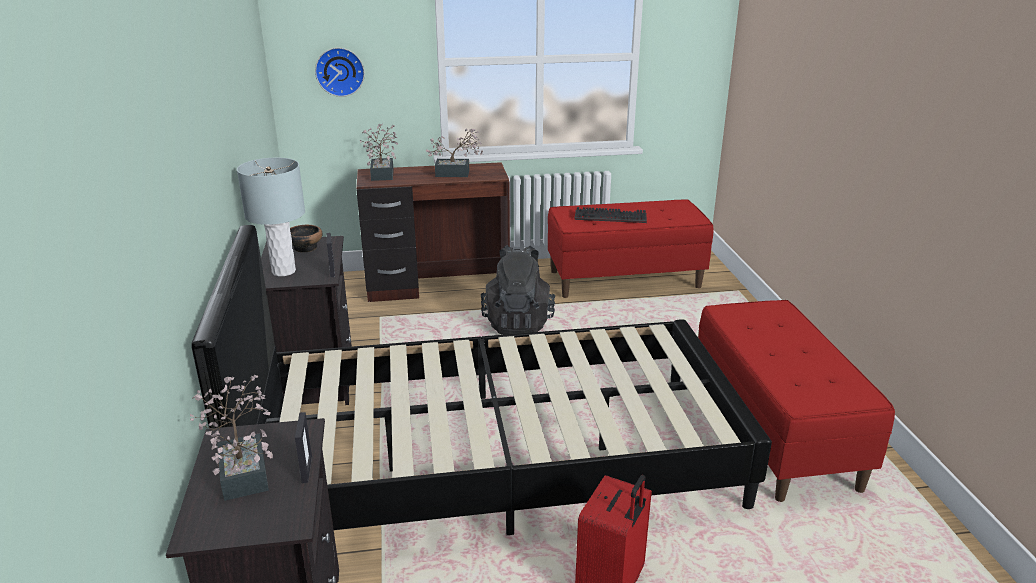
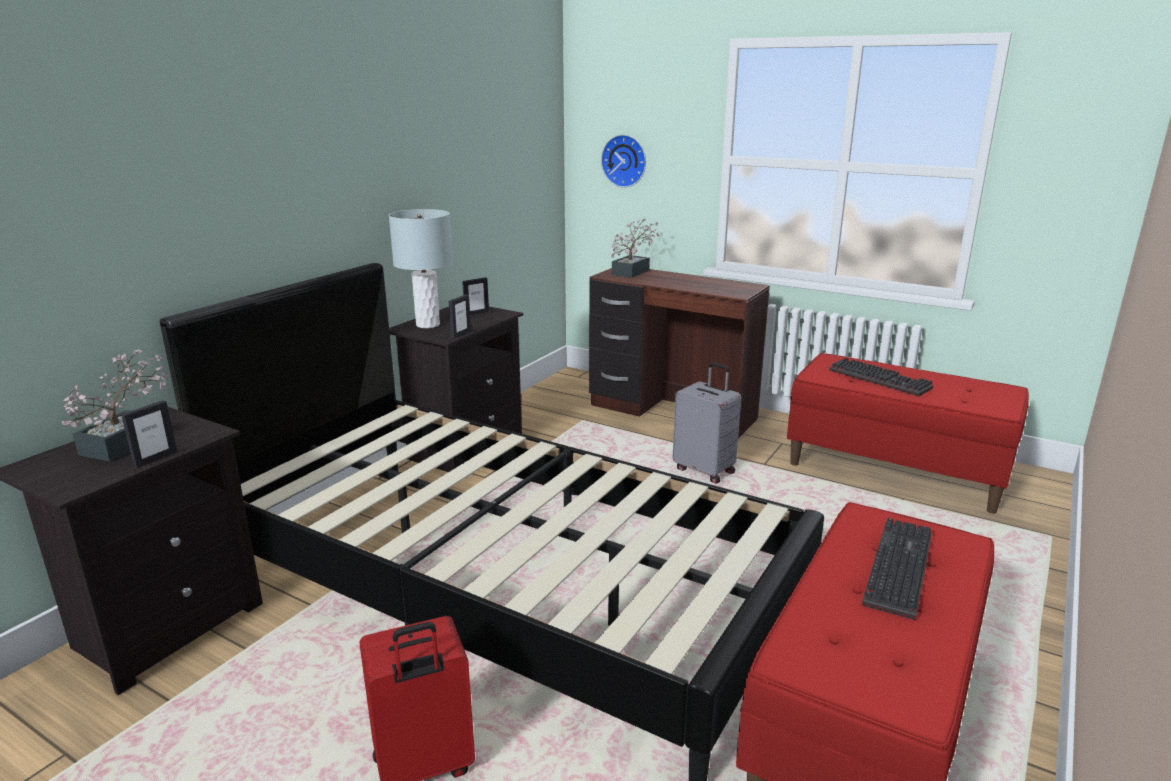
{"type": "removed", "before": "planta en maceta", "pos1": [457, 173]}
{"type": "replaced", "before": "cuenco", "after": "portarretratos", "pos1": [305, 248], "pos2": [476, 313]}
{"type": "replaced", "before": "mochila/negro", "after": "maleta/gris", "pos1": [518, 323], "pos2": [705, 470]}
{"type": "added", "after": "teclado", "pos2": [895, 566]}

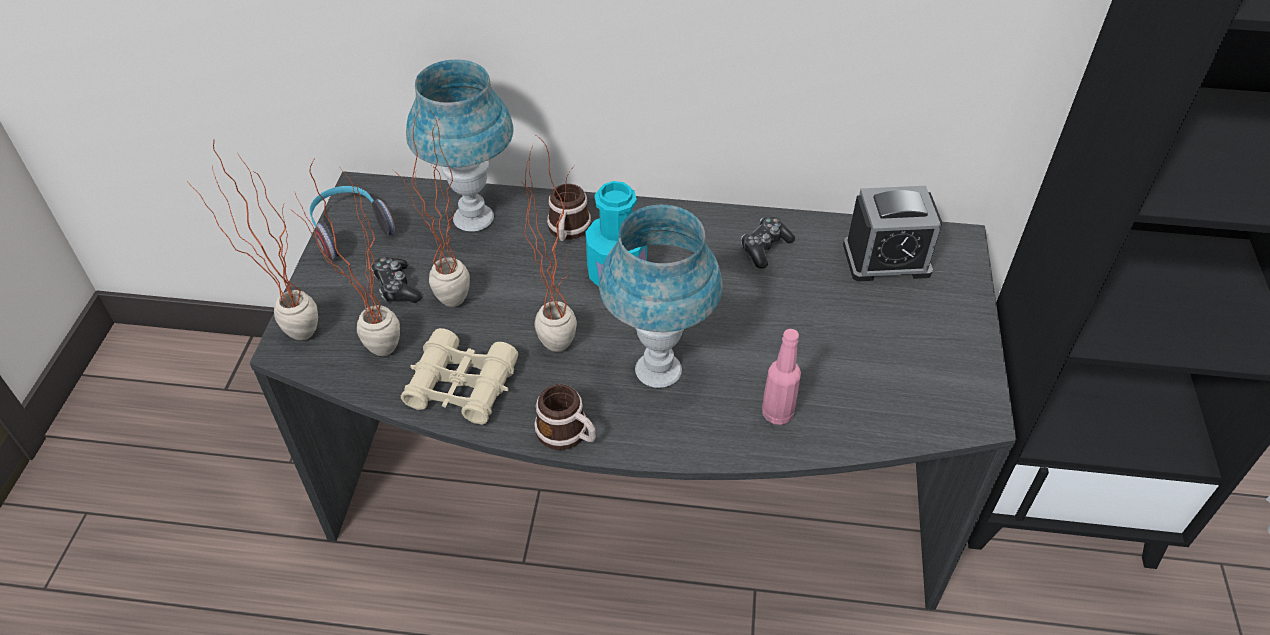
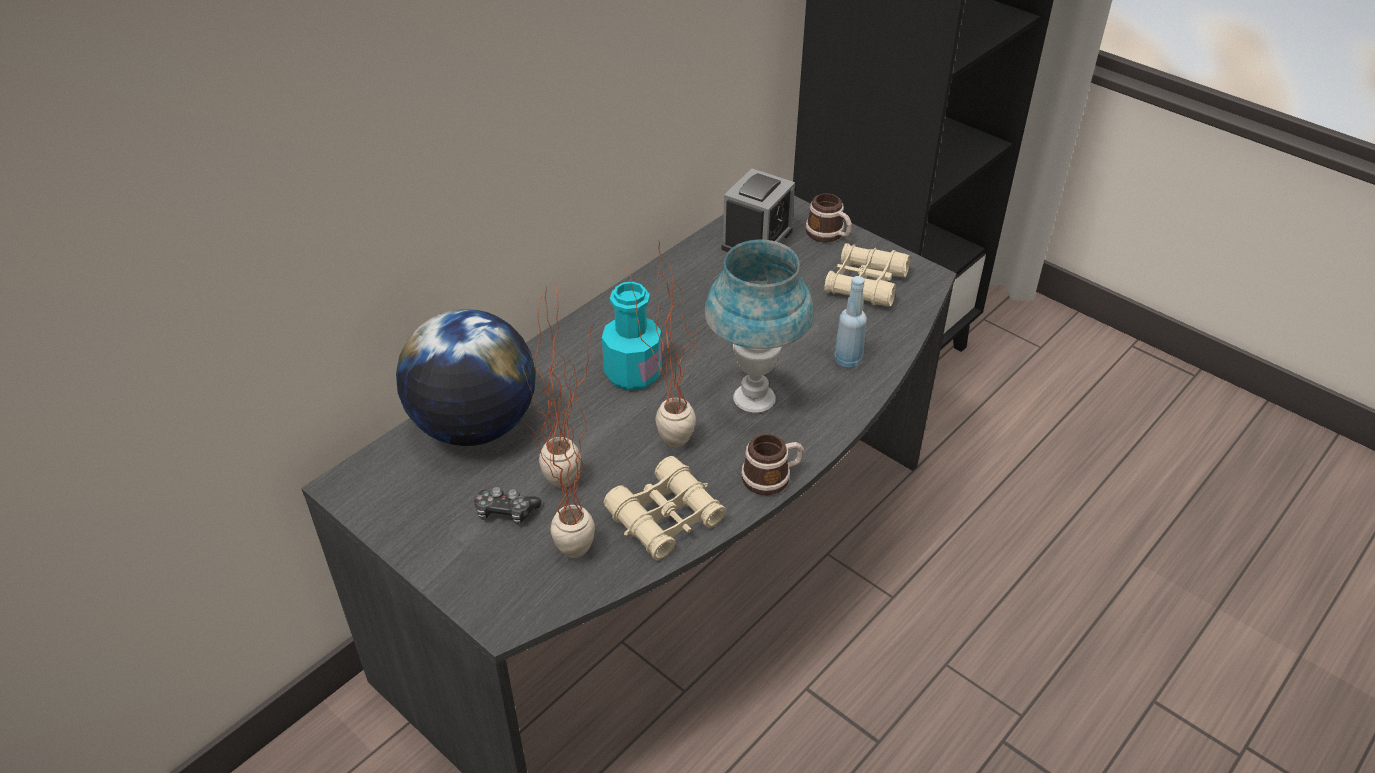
{"type": "replaced", "before": "lámpara de mesa/azul", "after": "globo terráqueo", "pos1": [474, 218], "pos2": [474, 426]}
{"type": "removed", "before": "planta en maceta", "pos1": [290, 334]}
{"type": "moved", "before": "taza grande", "pos1": [568, 231], "pos2": [829, 235]}
{"type": "removed", "before": "auriculares", "pos1": [350, 229]}
{"type": "removed", "before": "mando de consola", "pos1": [765, 247]}
{"type": "recoloured", "before": "botella/rosa", "after": "botella/azul", "pos1": [777, 414], "pos2": [847, 361]}
{"type": "added", "after": "prismáticos/beis", "pos2": [865, 284]}

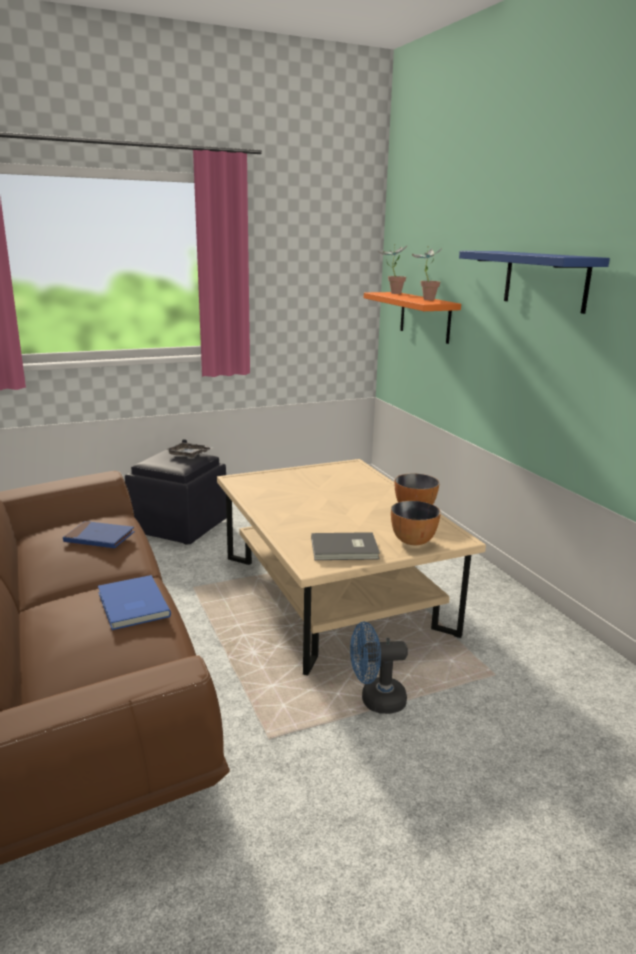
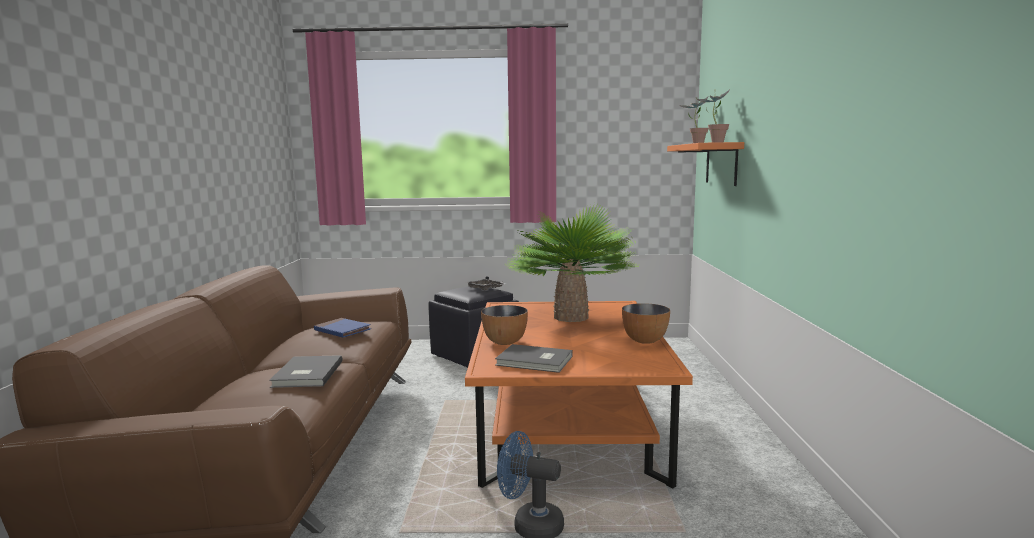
{"type": "removed", "before": "estante/azul", "pos1": [545, 280]}
{"type": "recoloured", "before": "mesa de centro/beis", "after": "mesa de centro/naranja", "pos1": [333, 593], "pos2": [567, 425]}
{"type": "moved", "before": "cuenco", "pos1": [413, 541], "pos2": [505, 342]}
{"type": "recoloured", "before": "libro/azul", "after": "libro/gris", "pos1": [131, 605], "pos2": [305, 374]}
{"type": "added", "after": "planta en maceta", "pos2": [570, 317]}

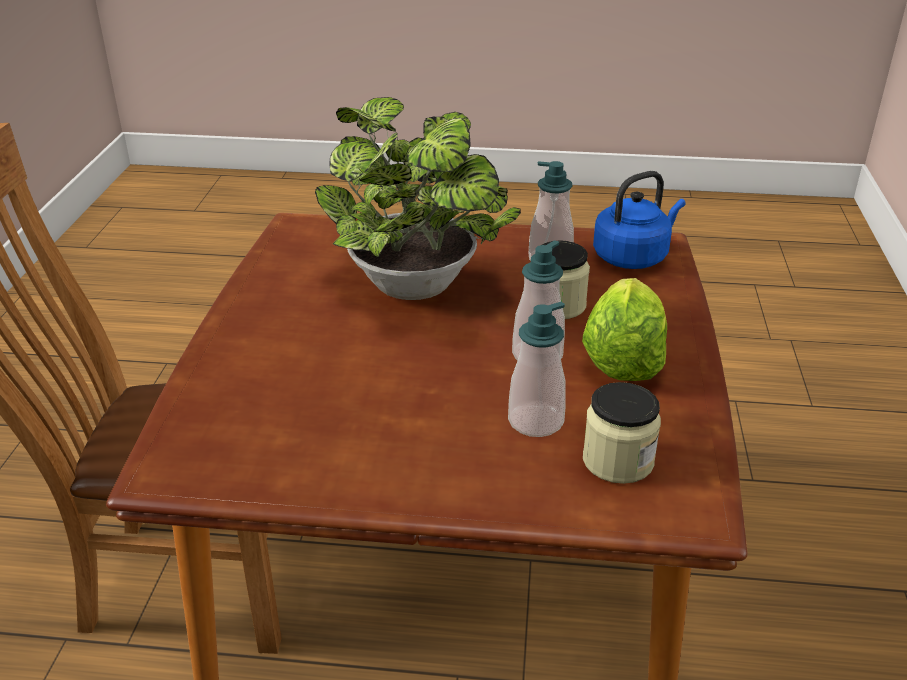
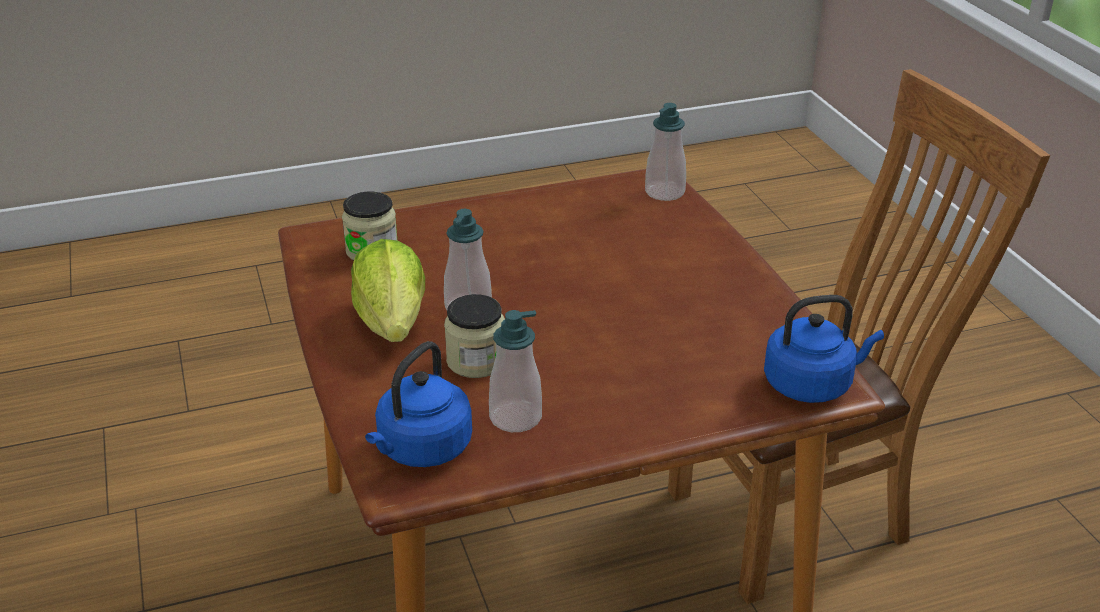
{"type": "removed", "before": "planta en maceta", "pos1": [418, 289]}
{"type": "moved", "before": "dispensador de jabón", "pos1": [535, 421], "pos2": [664, 192]}
{"type": "added", "after": "hervidor/azul", "pos2": [812, 384]}

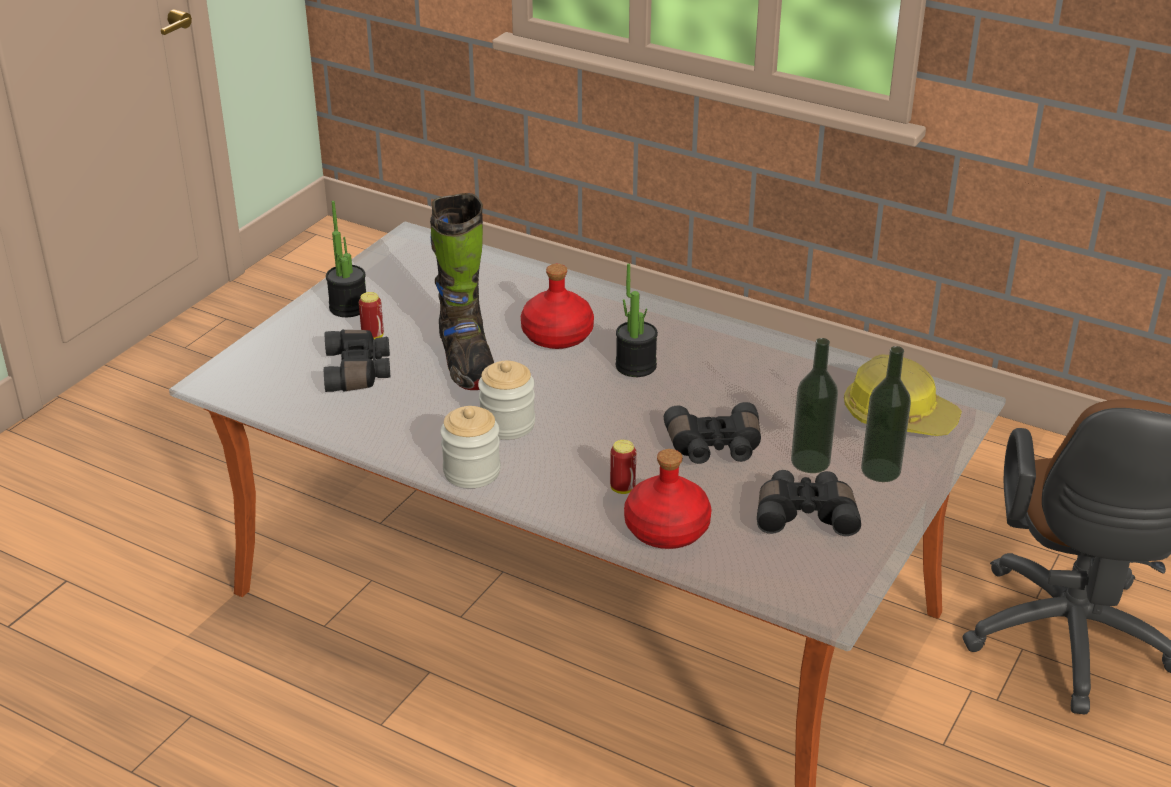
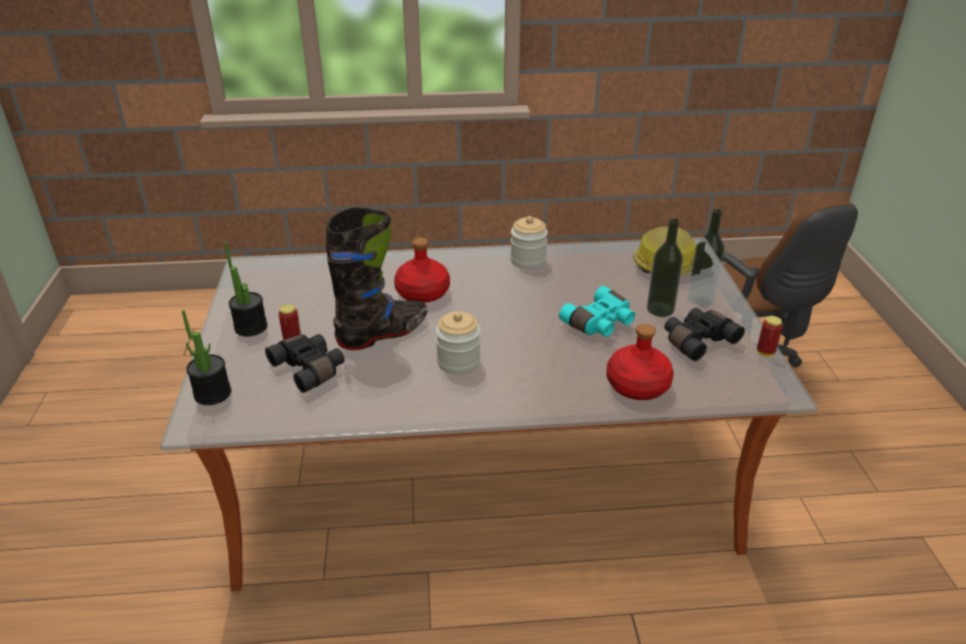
{"type": "turned", "before": "bota/negro", "pos1": [466, 364], "pos2": [383, 333], "turn": -75}
{"type": "moved", "before": "planta en maceta", "pos1": [636, 366], "pos2": [212, 394]}
{"type": "recoloured", "before": "prismáticos/negro", "after": "prismáticos/turquesa", "pos1": [714, 448], "pos2": [600, 323]}
{"type": "moved", "before": "tarro", "pos1": [472, 472], "pos2": [528, 260]}
{"type": "moved", "before": "lata", "pos1": [622, 488], "pos2": [765, 352]}

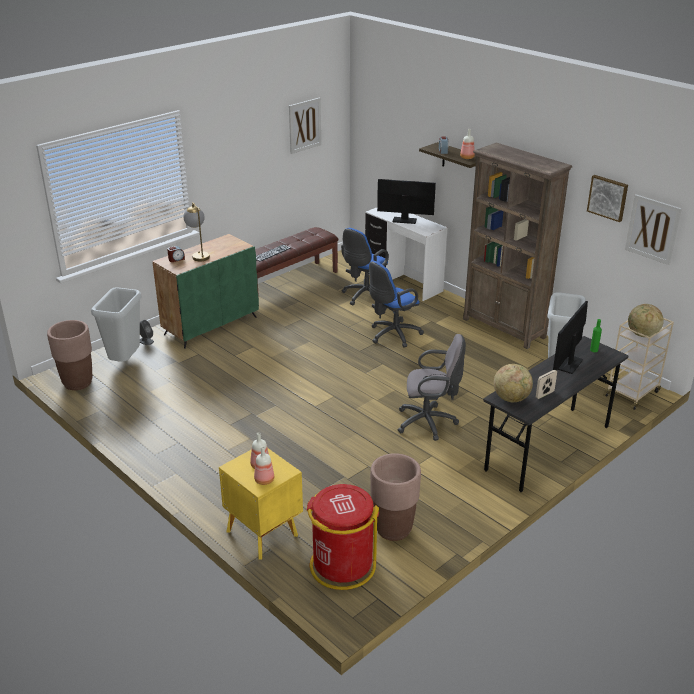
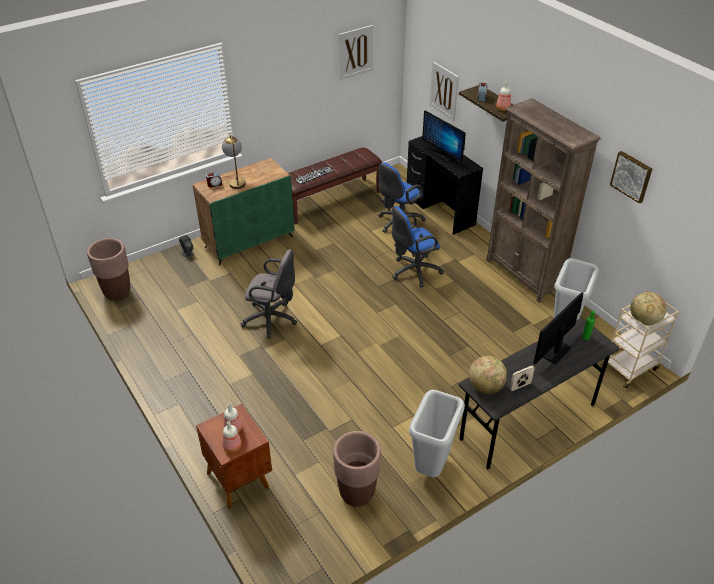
{"type": "turned", "before": "monitor", "pos1": [404, 220], "pos2": [443, 155], "turn": -150}
{"type": "moved", "before": "cuadro", "pos1": [652, 229], "pos2": [444, 91]}
{"type": "recoloured", "before": "escritorio/blanco", "after": "escritorio/negro", "pos1": [403, 282], "pos2": [439, 211]}
{"type": "moved", "before": "papelera/gris", "pos1": [125, 361], "pos2": [431, 466]}
{"type": "moved", "before": "silla de oficina/gris", "pos1": [429, 422], "pos2": [272, 320]}
{"type": "recoloured", "before": "mesita de noche/amarillo", "after": "mesita de noche/marrón", "pos1": [262, 532], "pos2": [238, 479]}
{"type": "removed", "before": "papelera/rojo", "pos1": [342, 566]}

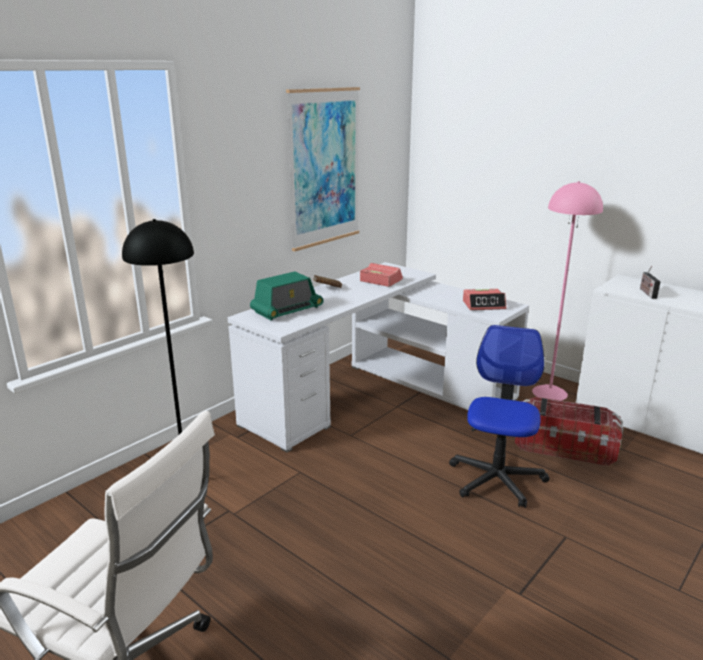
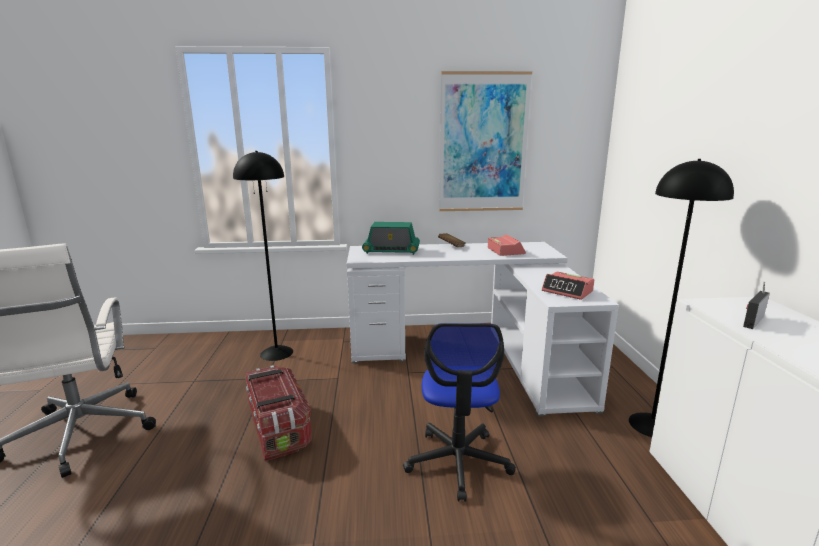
{"type": "recoloured", "before": "lámpara de pie/rosa", "after": "lámpara de pie/negro", "pos1": [550, 393], "pos2": [652, 425]}
{"type": "turned", "before": "silla de oficina", "pos1": [496, 479], "pos2": [458, 462], "turn": 120}
{"type": "moved", "before": "caja de almacenaje", "pos1": [564, 447], "pos2": [278, 427]}

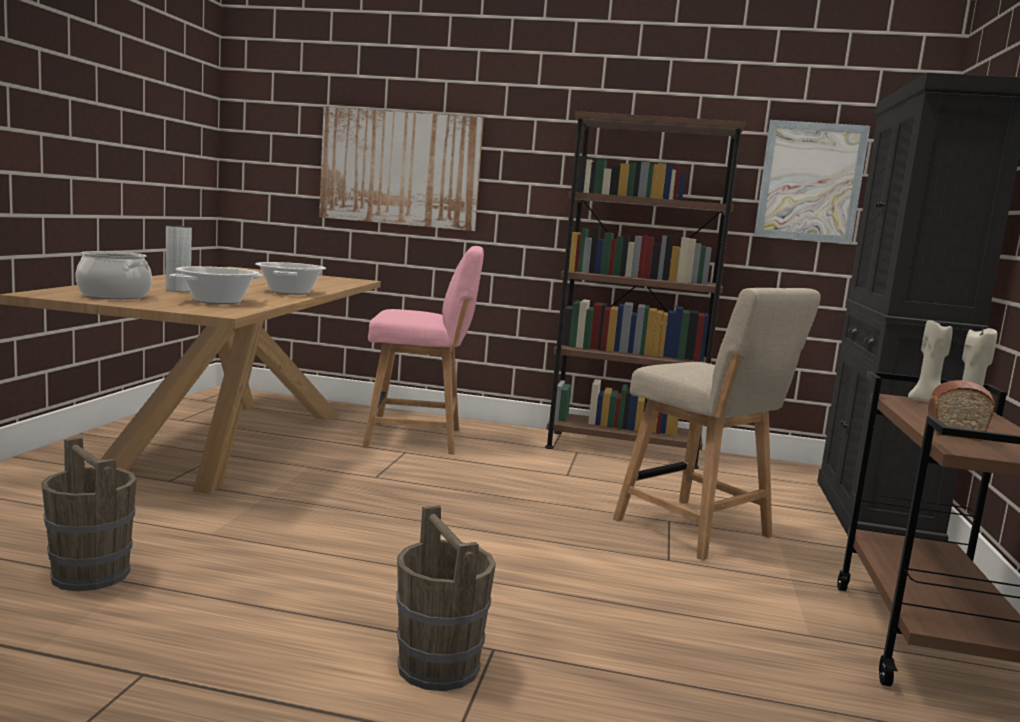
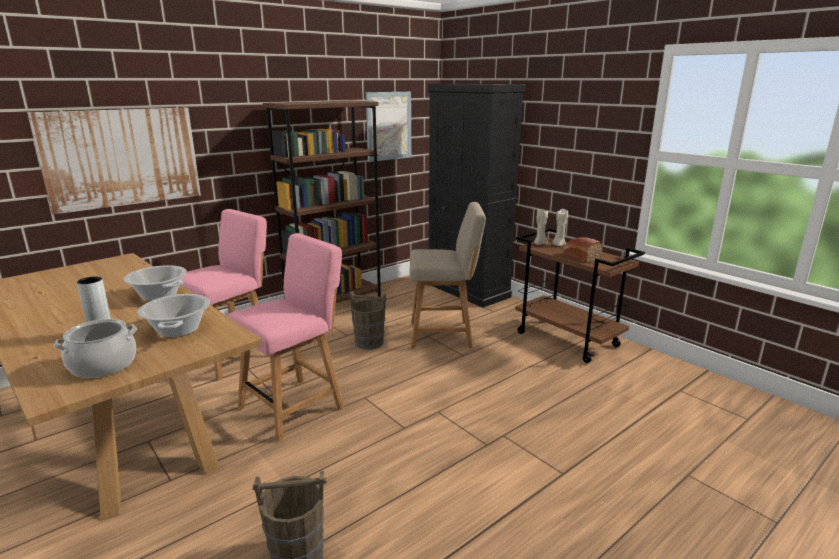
{"type": "moved", "before": "cubo/marrón", "pos1": [438, 666], "pos2": [369, 342]}
{"type": "added", "after": "silla/rosa", "pos2": [295, 406]}

